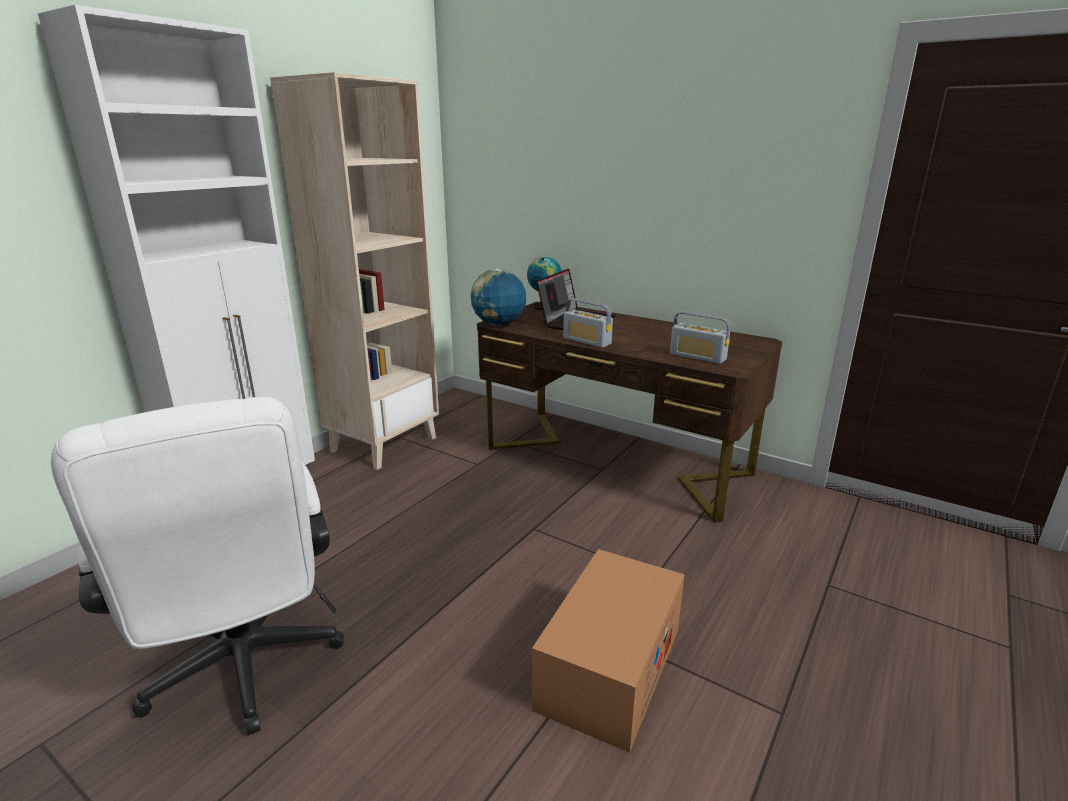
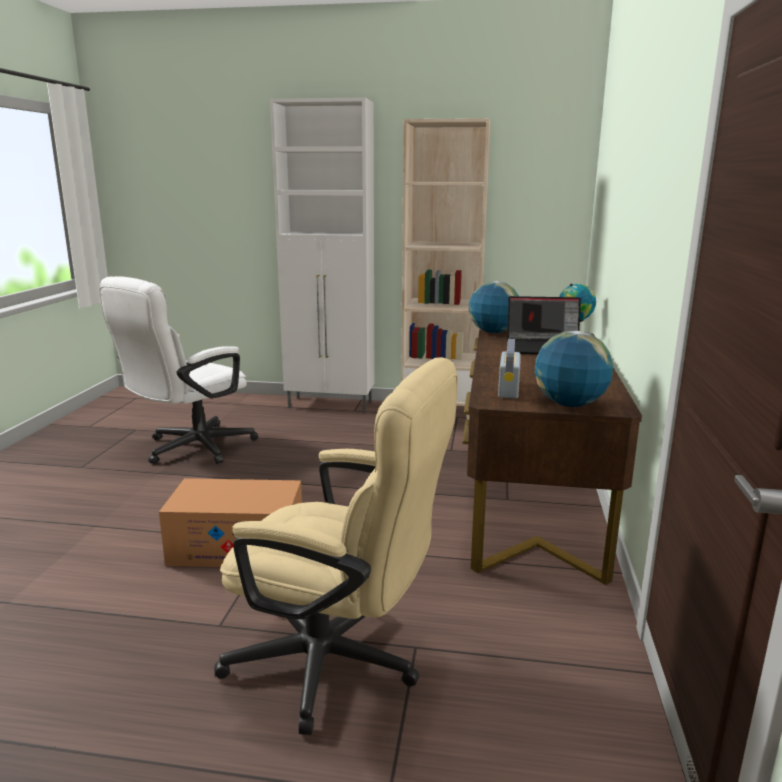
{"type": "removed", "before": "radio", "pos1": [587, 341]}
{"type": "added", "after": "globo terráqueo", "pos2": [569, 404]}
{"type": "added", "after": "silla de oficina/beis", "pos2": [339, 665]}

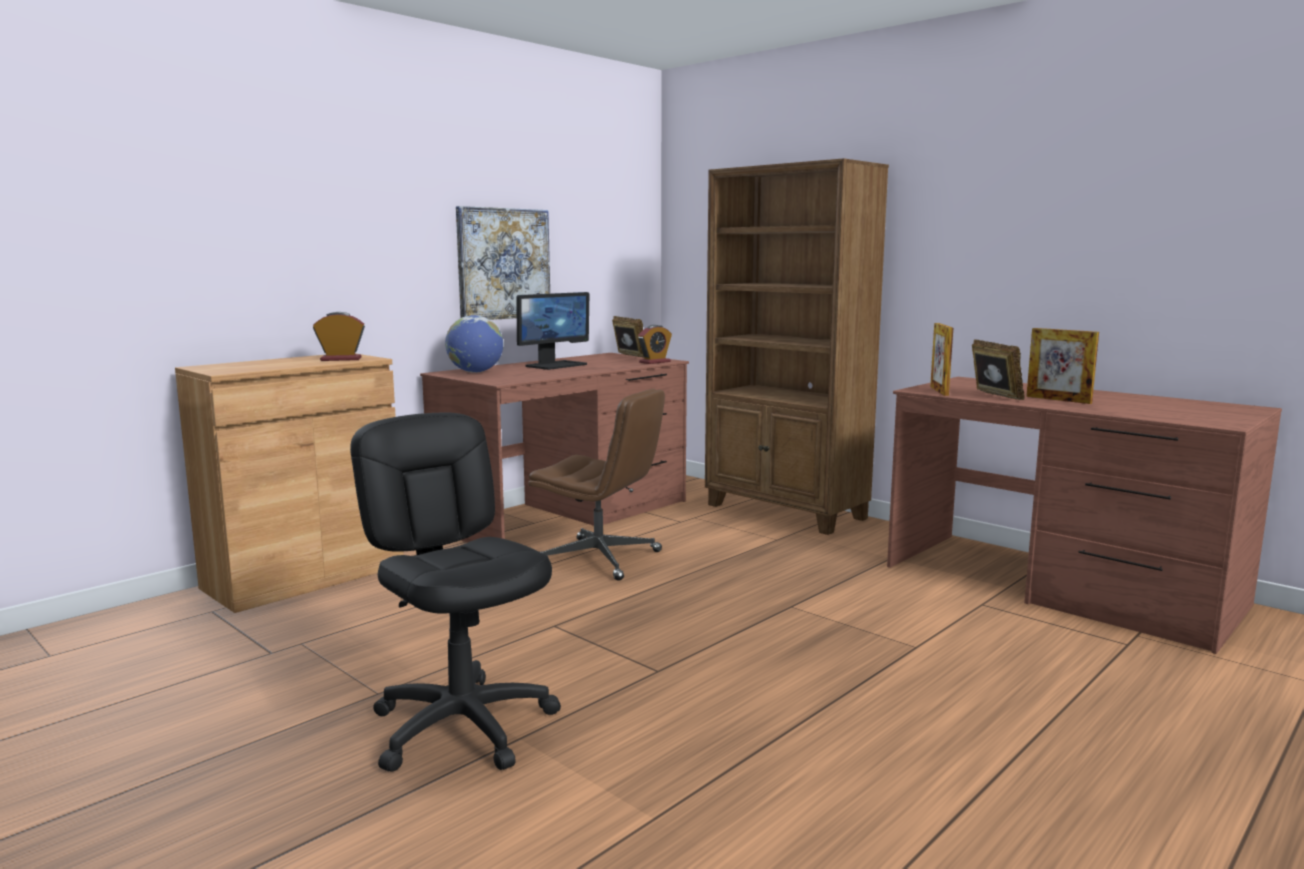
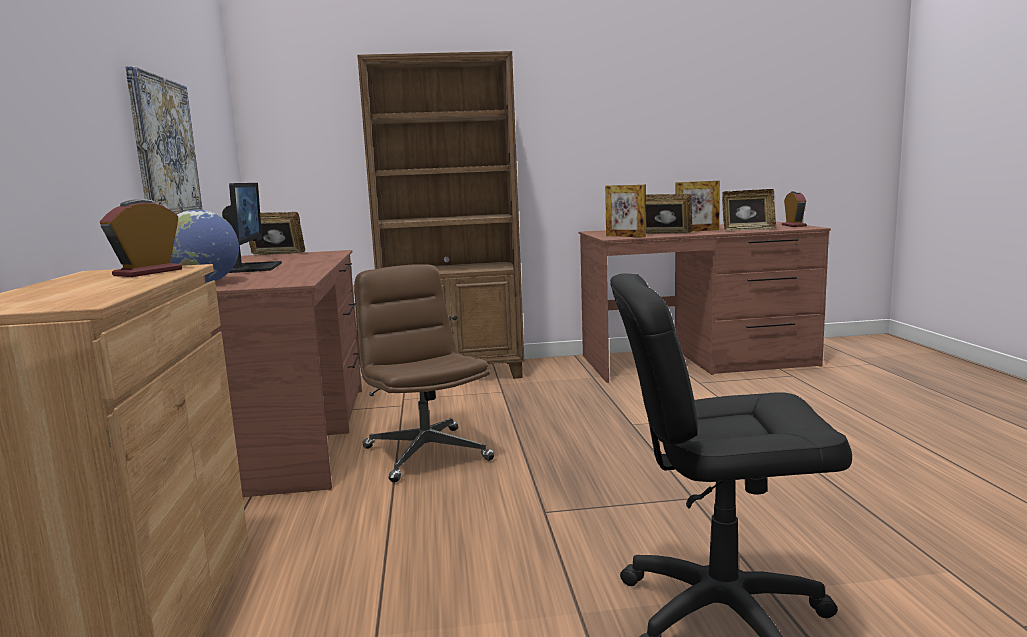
{"type": "moved", "before": "despertador", "pos1": [655, 362], "pos2": [793, 225]}
{"type": "turned", "before": "silla de oficina/marrón", "pos1": [600, 559], "pos2": [425, 453], "turn": -90}
{"type": "added", "after": "portarretratos", "pos2": [748, 230]}

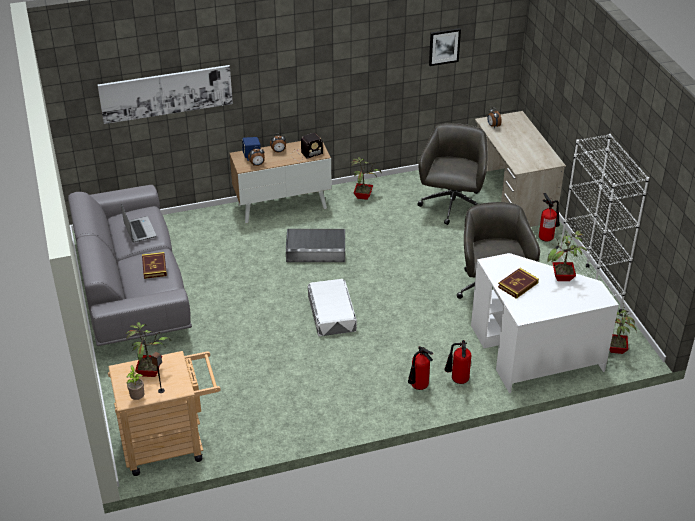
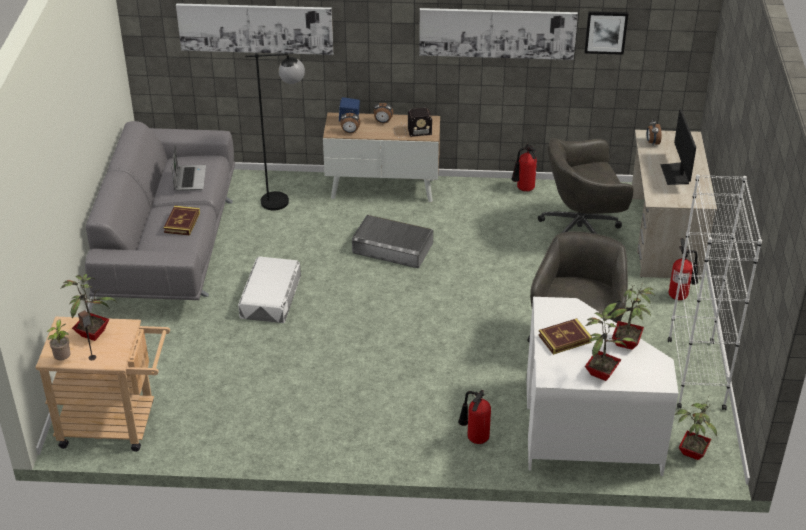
{"type": "turned", "before": "silla de oficina/gris", "pos1": [452, 206], "pos2": [582, 231], "turn": -135}
{"type": "moved", "before": "planta en maceta", "pos1": [363, 195], "pos2": [602, 372]}
{"type": "moved", "before": "caja de almacenaje/blanco", "pos1": [331, 312], "pos2": [270, 296]}
{"type": "moved", "before": "extintor", "pos1": [418, 387], "pos2": [523, 189]}
{"type": "added", "after": "cuadro", "pos2": [497, 33]}
{"type": "added", "after": "lámpara de pie/negro", "pos2": [285, 201]}
{"type": "added", "after": "monitor", "pos2": [675, 174]}

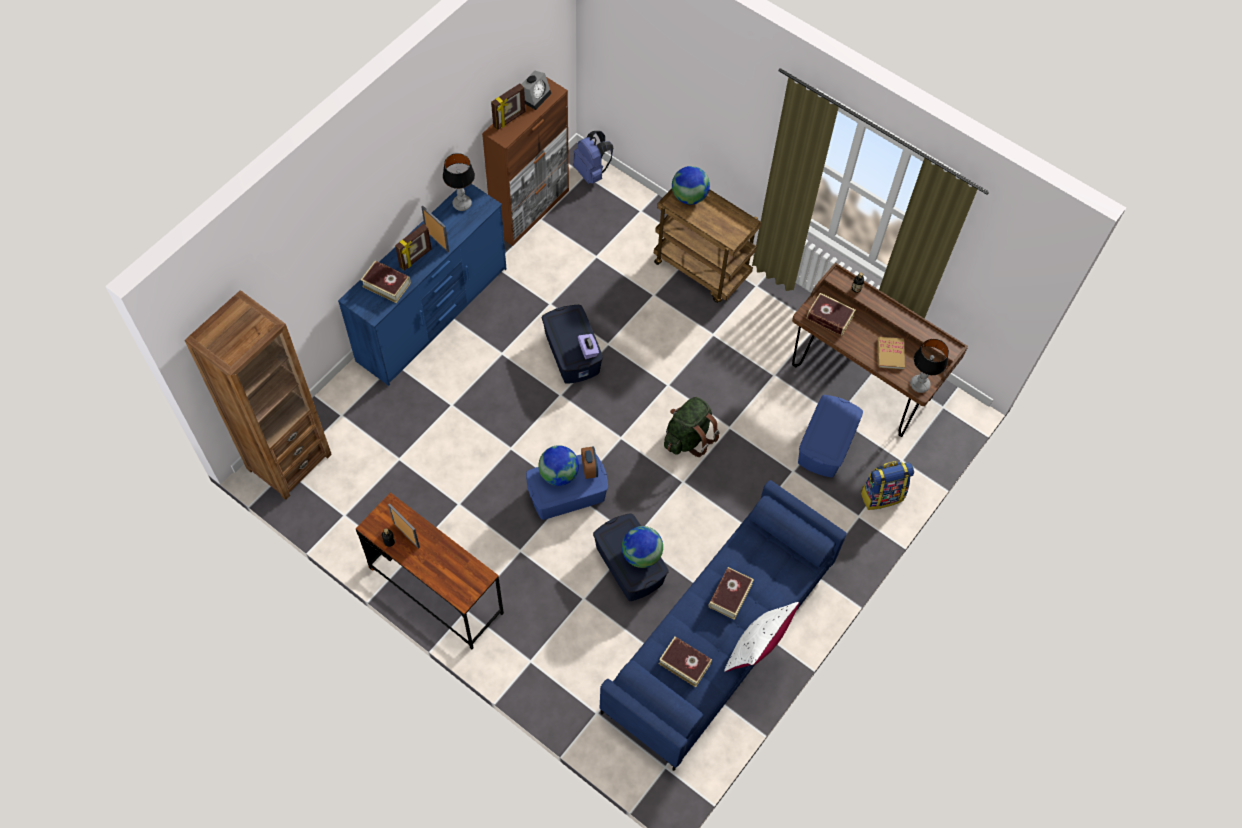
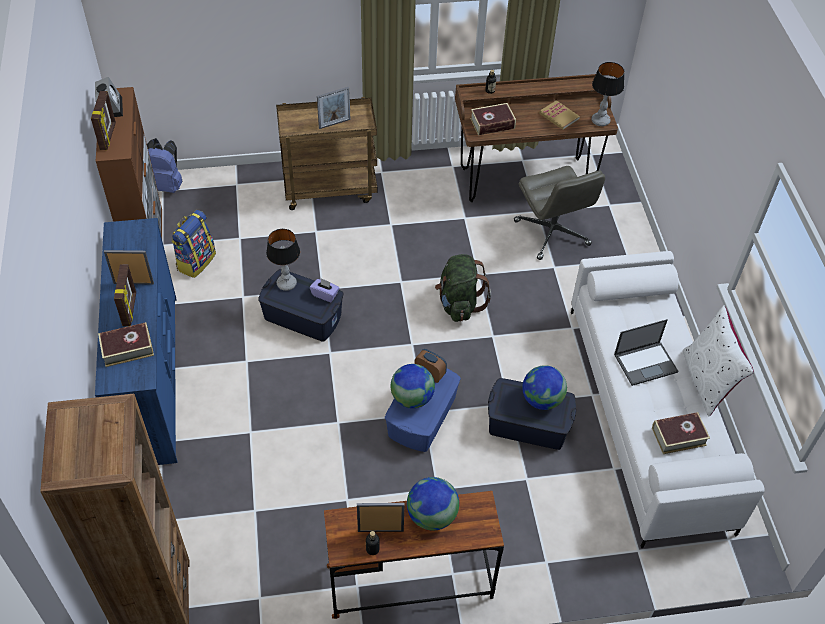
{"type": "moved", "before": "lámpara de mesa", "pos1": [461, 204], "pos2": [286, 284]}
{"type": "moved", "before": "globo terráqueo", "pos1": [689, 197], "pos2": [432, 515]}
{"type": "replaced", "before": "caja de almacenaje/azul", "after": "silla de oficina/gris", "pos1": [825, 444], "pos2": [552, 233]}
{"type": "moved", "before": "mochila", "pos1": [881, 495], "pos2": [196, 261]}
{"type": "recoloured", "before": "sofá/azul", "after": "sofá/blanco", "pos1": [719, 638], "pos2": [648, 416]}
{"type": "replaced", "before": "libro", "after": "portátil", "pos1": [730, 595], "pos2": [646, 363]}
{"type": "added", "after": "portarretratos", "pos2": [334, 123]}

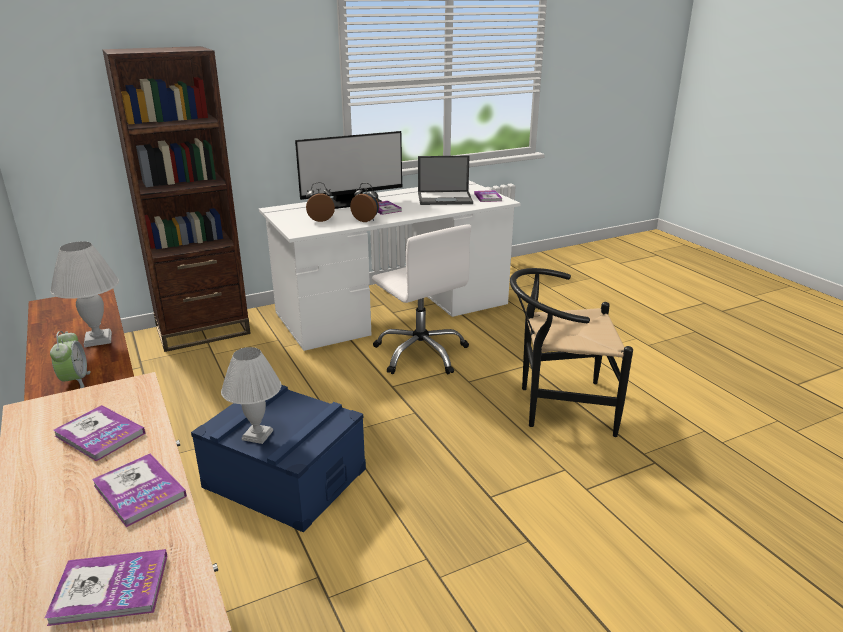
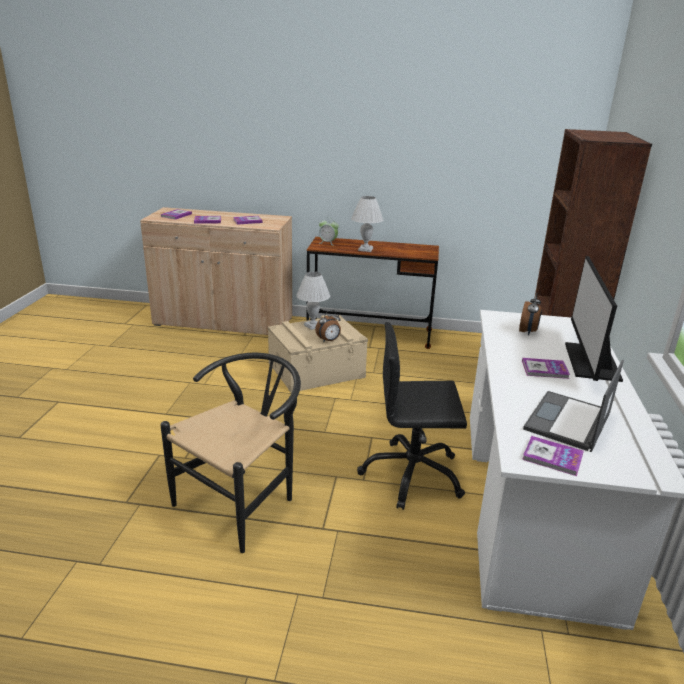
{"type": "moved", "before": "despertador", "pos1": [366, 220], "pos2": [328, 340]}
{"type": "recoloured", "before": "silla de oficina/blanco", "after": "silla de oficina/negro", "pos1": [421, 353], "pos2": [412, 475]}
{"type": "recoloured", "before": "caja de almacenaje/azul", "after": "caja de almacenaje/beis", "pos1": [284, 478], "pos2": [316, 370]}

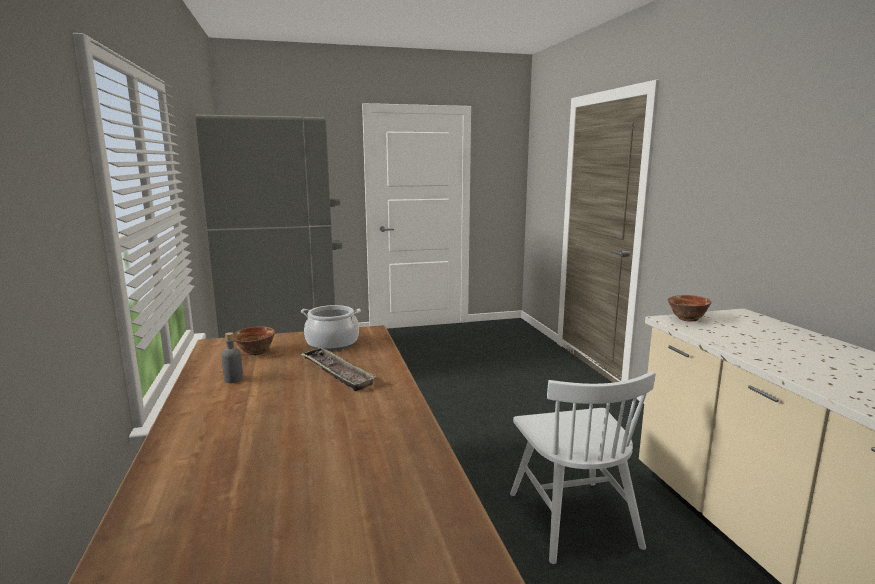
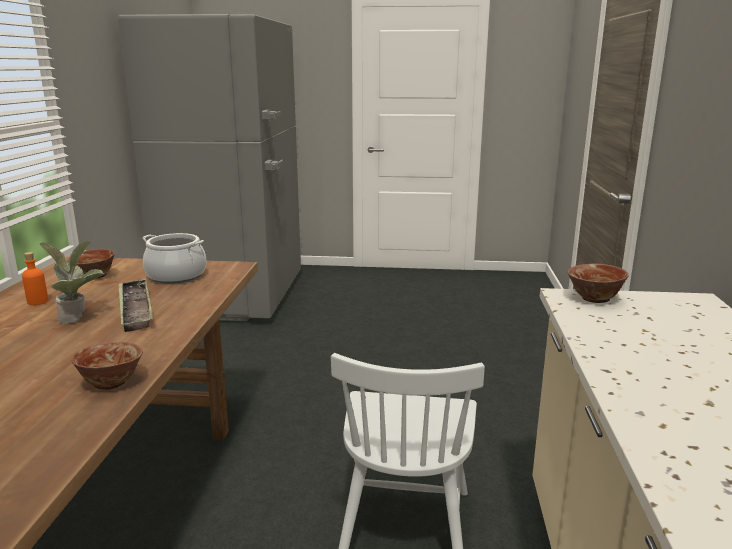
{"type": "recoloured", "before": "botella/gris", "after": "botella/naranja", "pos1": [233, 379], "pos2": [38, 301]}
{"type": "added", "after": "planta en maceta", "pos2": [79, 318]}
{"type": "added", "after": "cuenco", "pos2": [111, 383]}

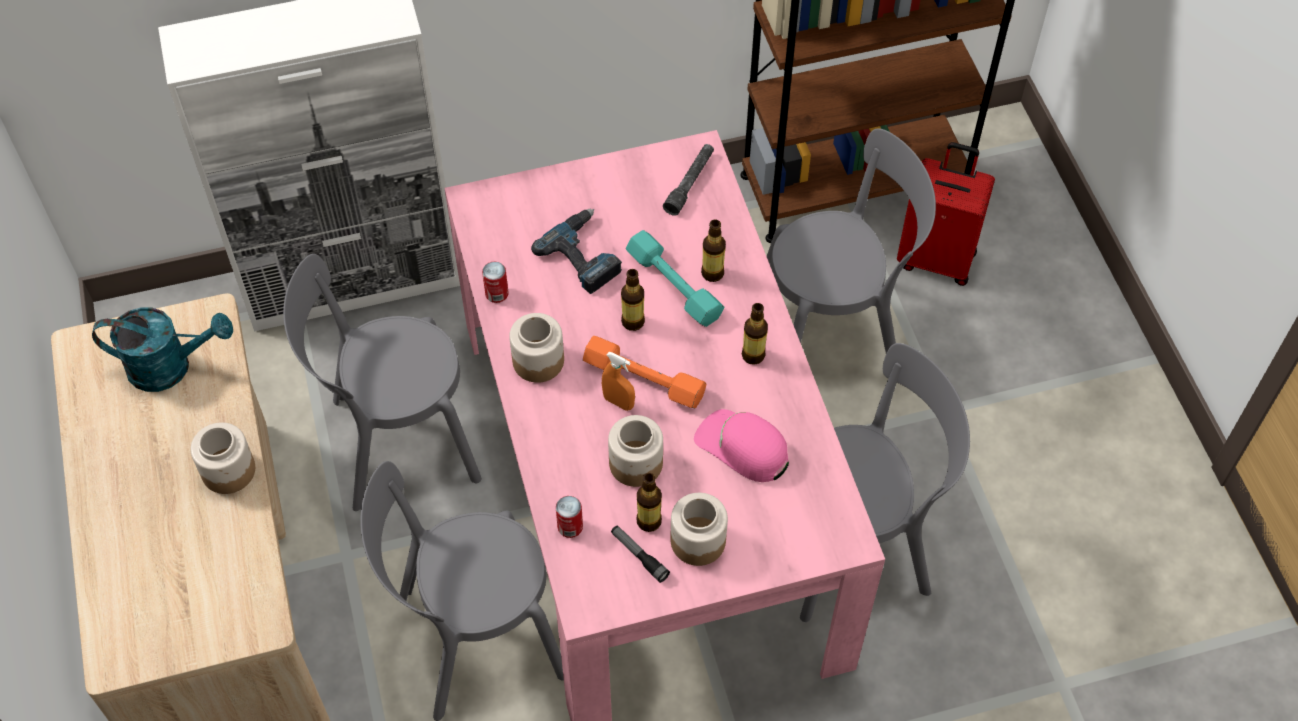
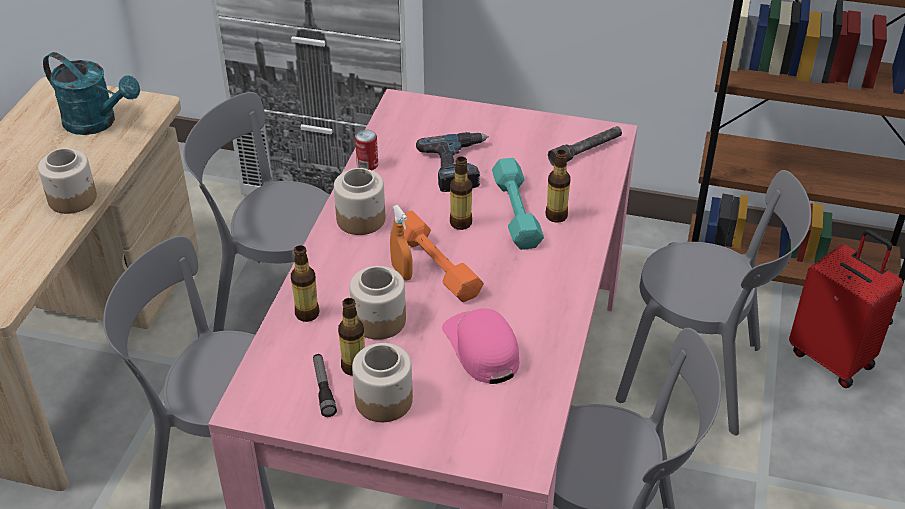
{"type": "moved", "before": "botella", "pos1": [753, 355], "pos2": [307, 313]}
{"type": "removed", "before": "lata", "pos1": [570, 527]}

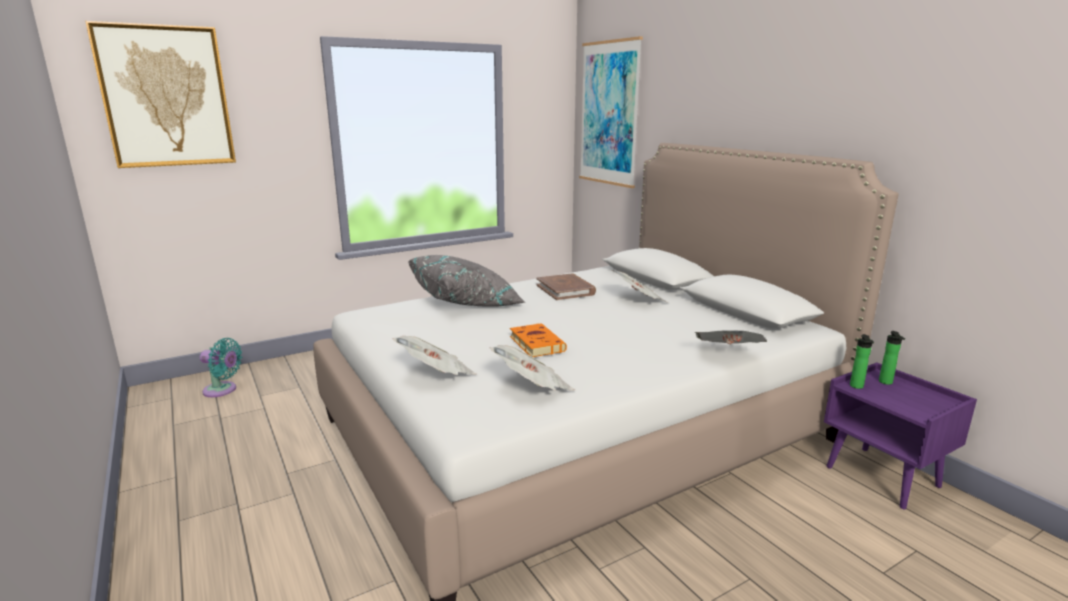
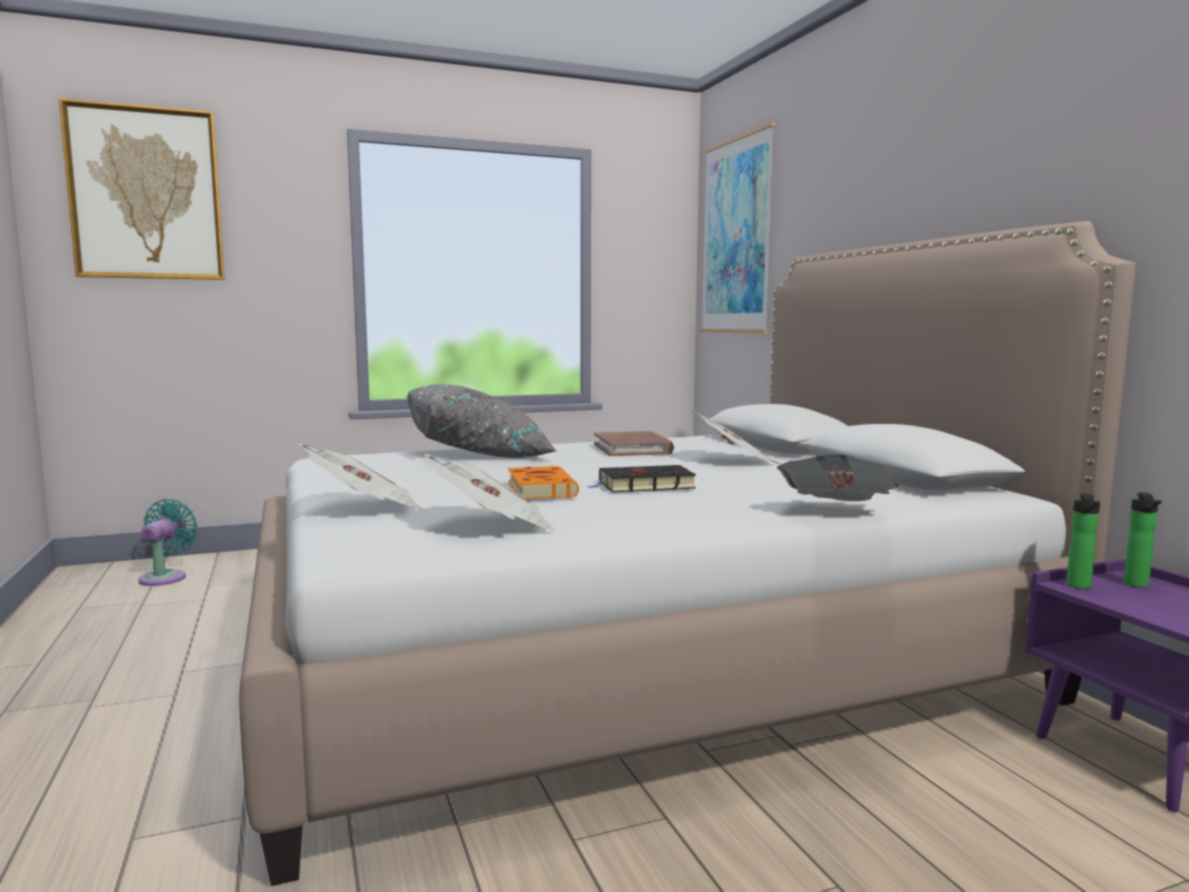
{"type": "turned", "before": "ventilador/turquesa", "pos1": [222, 390], "pos2": [166, 577], "turn": -105}
{"type": "added", "after": "libro/negro", "pos2": [643, 485]}

